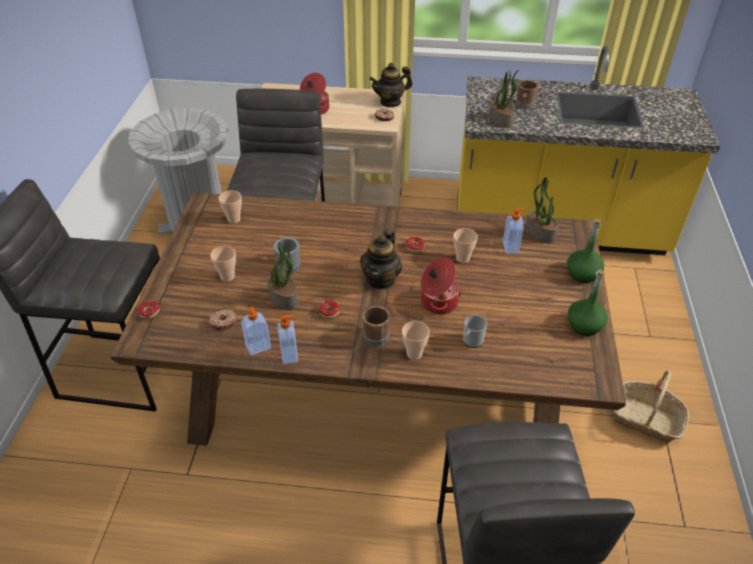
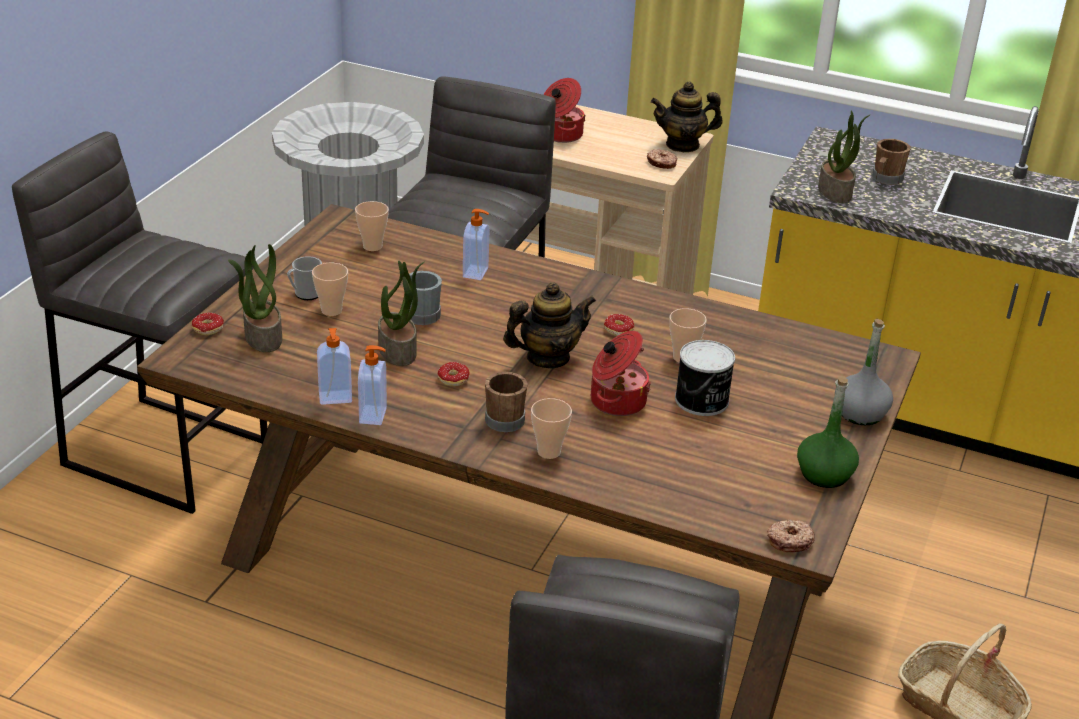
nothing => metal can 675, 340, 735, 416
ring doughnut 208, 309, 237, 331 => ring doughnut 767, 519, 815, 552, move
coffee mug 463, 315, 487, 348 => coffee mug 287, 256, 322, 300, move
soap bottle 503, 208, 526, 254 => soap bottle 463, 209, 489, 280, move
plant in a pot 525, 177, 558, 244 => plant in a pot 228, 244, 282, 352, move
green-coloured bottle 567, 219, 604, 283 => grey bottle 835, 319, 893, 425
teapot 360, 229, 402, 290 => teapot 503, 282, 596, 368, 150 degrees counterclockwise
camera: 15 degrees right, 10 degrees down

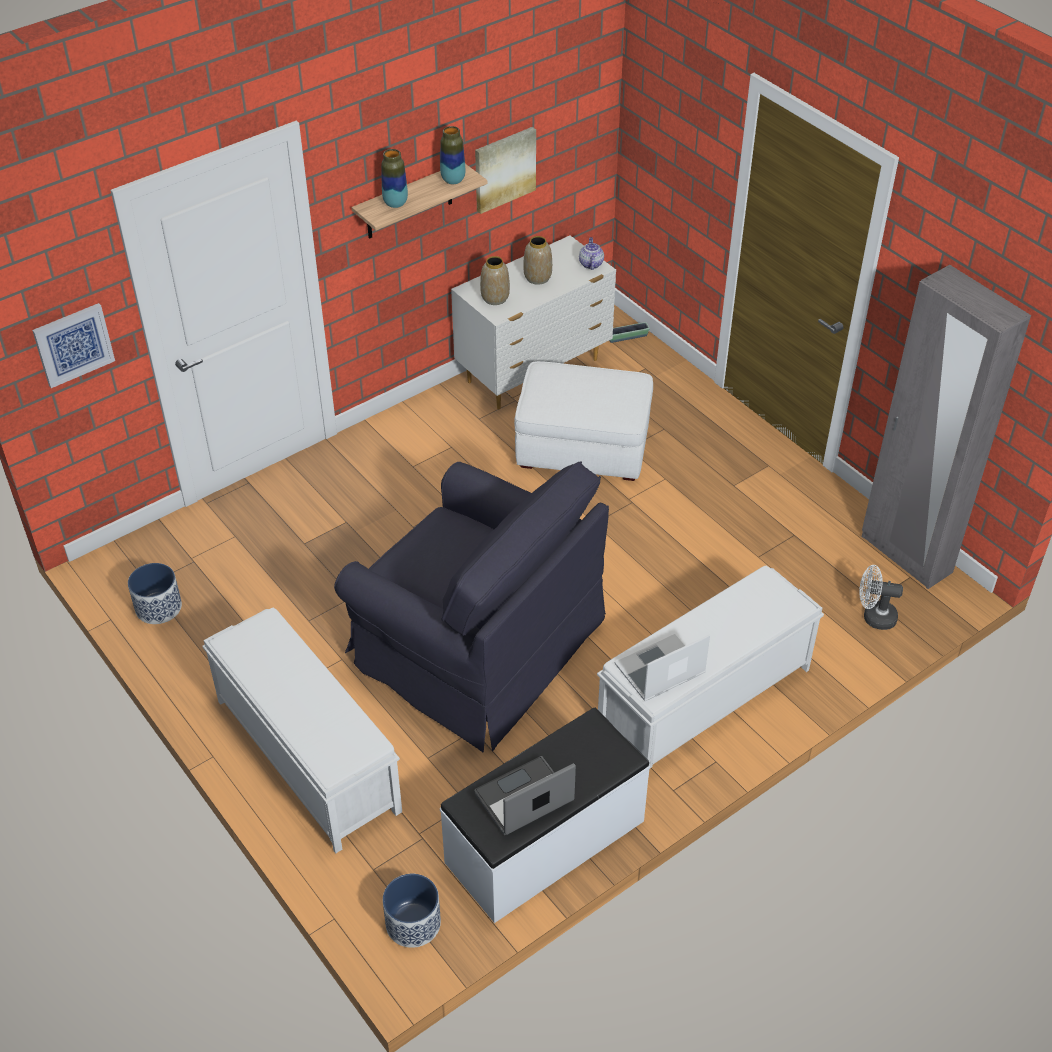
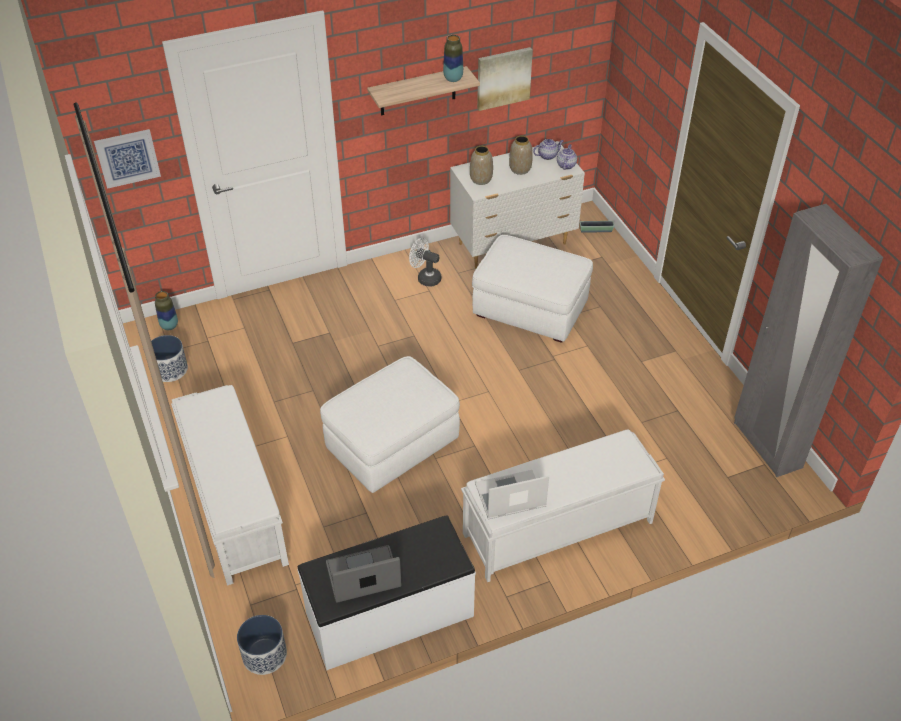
nothing => teapot 533, 139, 564, 160
decorative vase 381, 149, 408, 208 => decorative vase 155, 291, 178, 330, move
white cooling fan 859, 565, 903, 630 => white cooling fan 409, 238, 441, 287, move
blackish lounge chair 334, 461, 609, 752 => white footrest 320, 356, 460, 493
camera: 15 degrees right, 0 degrees up

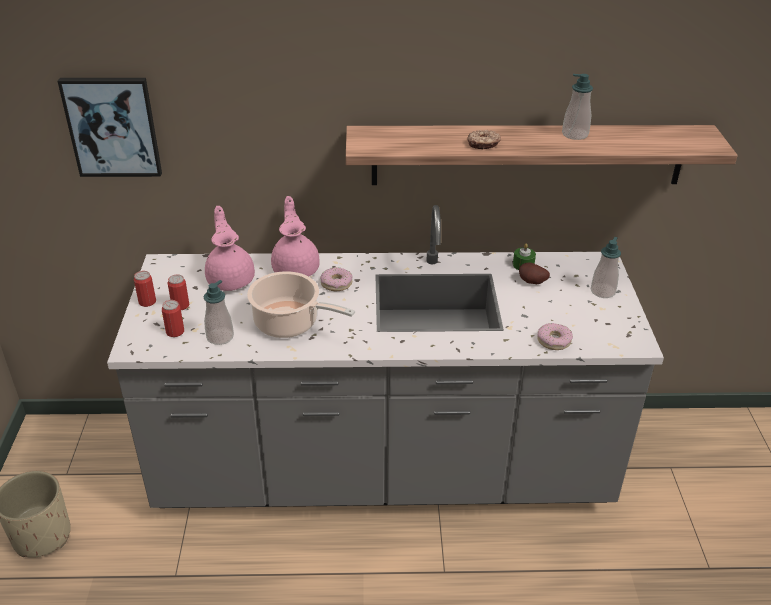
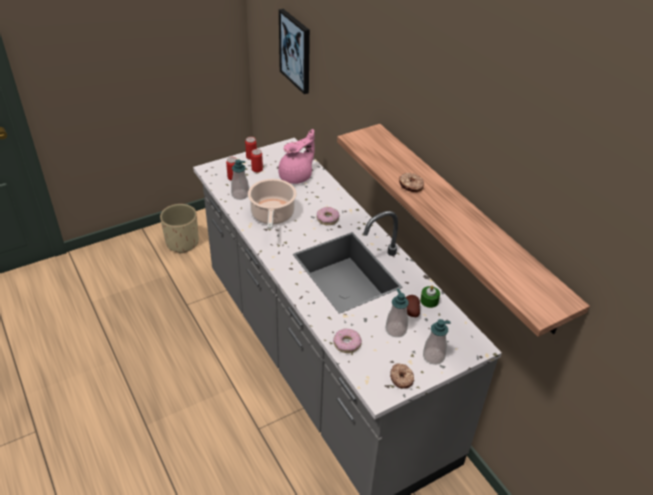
pinkish teapot 271, 196, 320, 276 => nothing
nothing => ring doughnut 390, 363, 414, 389
soap bottle 562, 74, 593, 140 => soap bottle 386, 289, 409, 337, move
camera: 60 degrees right, 5 degrees up

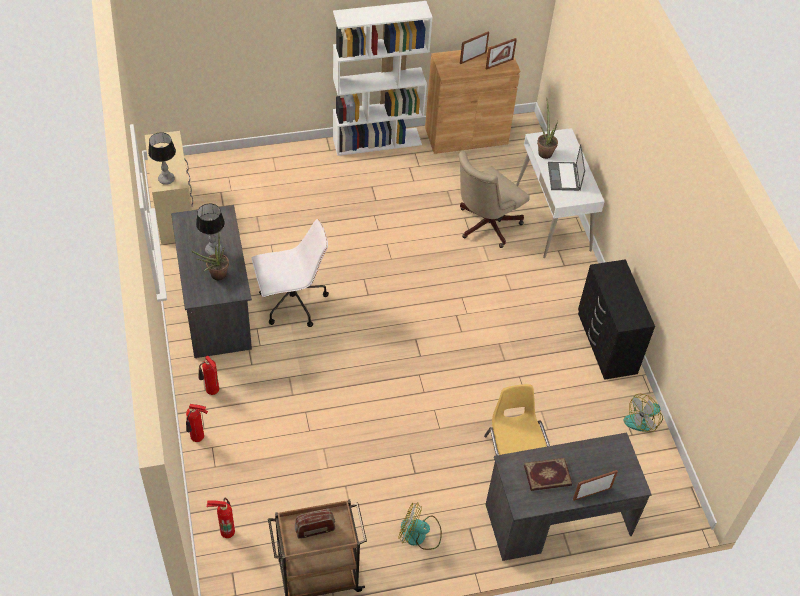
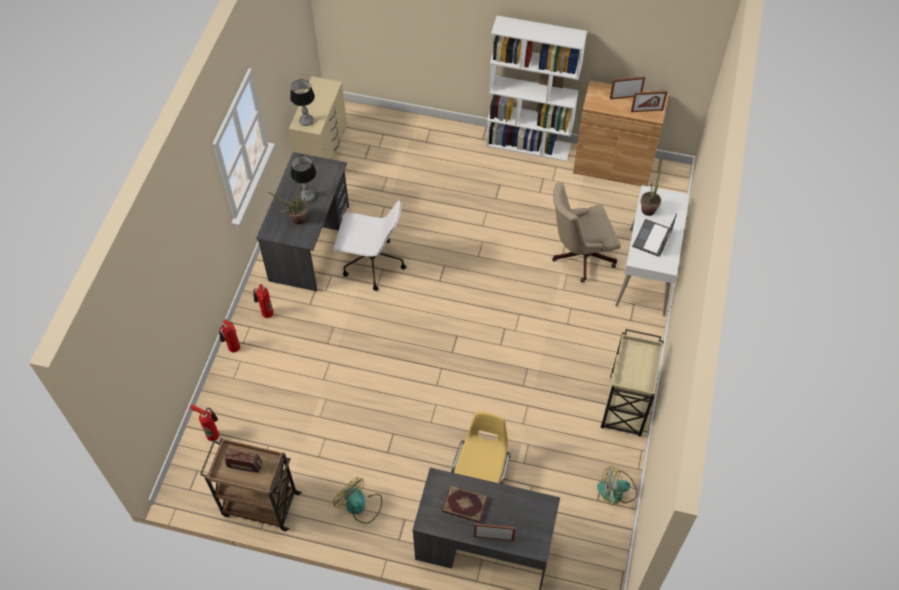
blackish drawer chest 578, 259, 655, 380 => beige-coloured trolley 601, 329, 664, 437
camera: 30 degrees right, 5 degrees up

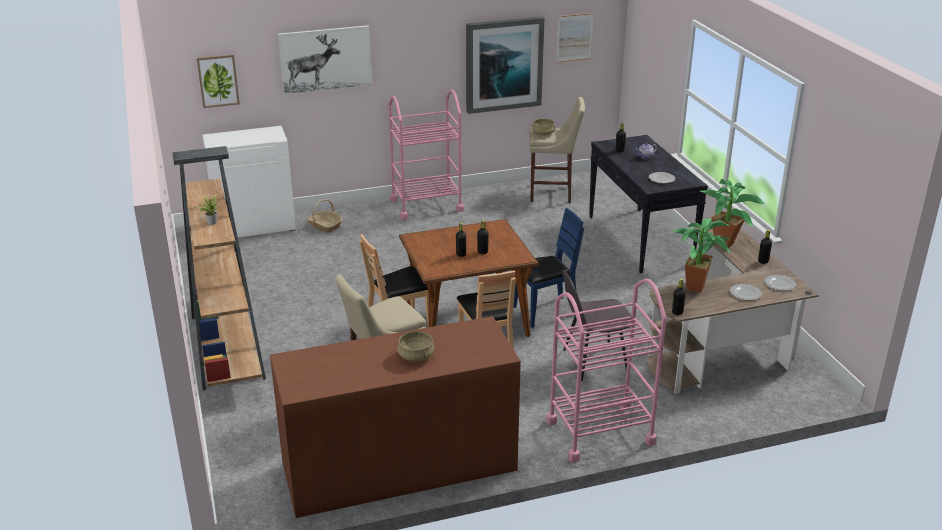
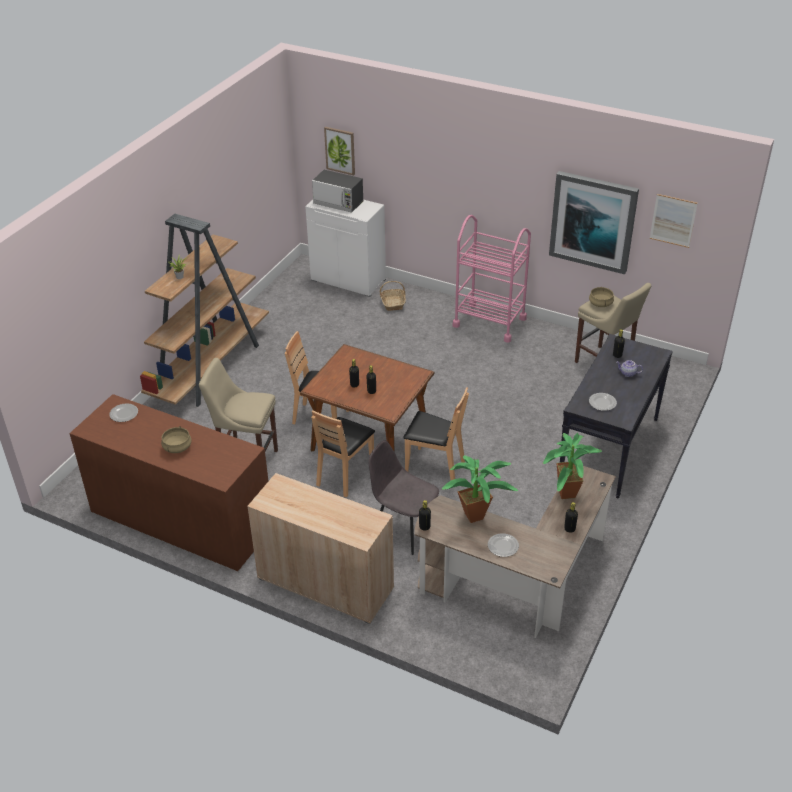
wall art 278, 25, 372, 94 => nothing
nothing => microwave oven 312, 170, 363, 213
flat dish 765, 275, 796, 291 => flat dish 109, 403, 138, 422, move
pinkish trolley 546, 279, 666, 462 => beige-coloured cupboard 247, 473, 394, 624
bluish upright chair 513, 208, 584, 328 => brown-coloured upright chair 403, 387, 469, 480
camera: 45 degrees right, 10 degrees up

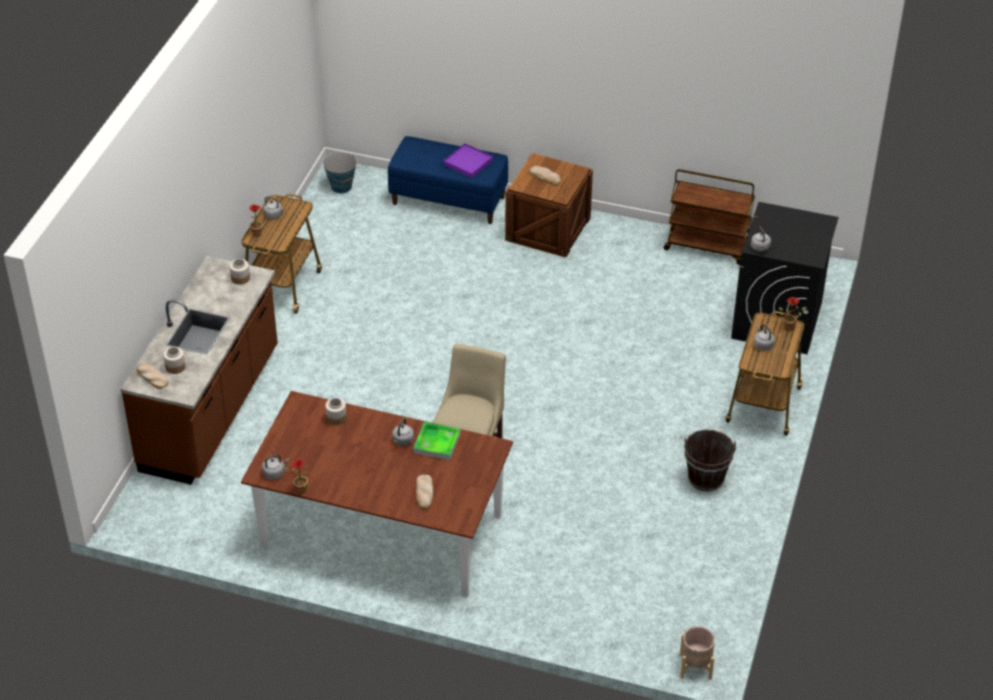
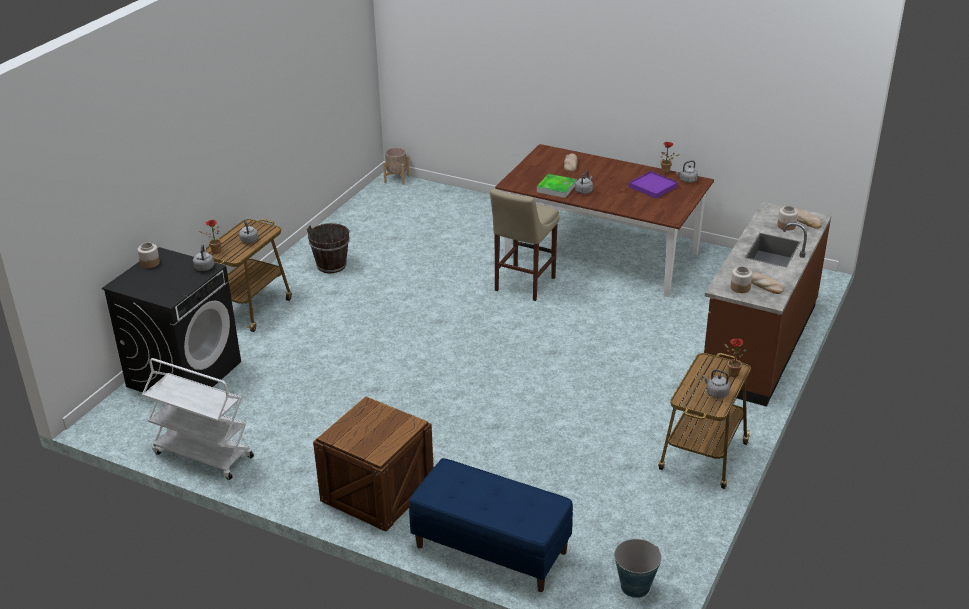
storage jar 325, 398, 347, 425 => storage jar 137, 243, 160, 268, move
purple serving tray 444, 143, 493, 178 => purple serving tray 629, 171, 678, 199, move
bread 529, 166, 561, 185 => bread 751, 272, 784, 294, move
brown-coloured trolley 664, 169, 755, 265 => white trolley 142, 358, 254, 480
camera: 170 degrees left, 10 degrees down

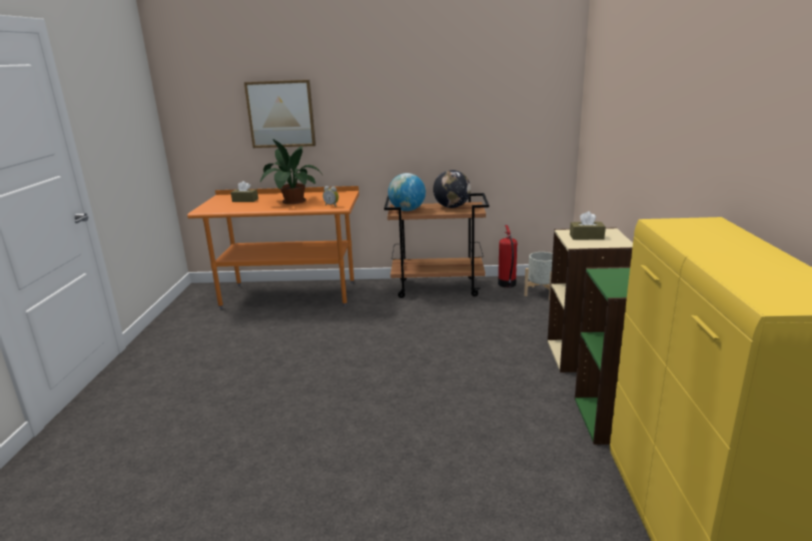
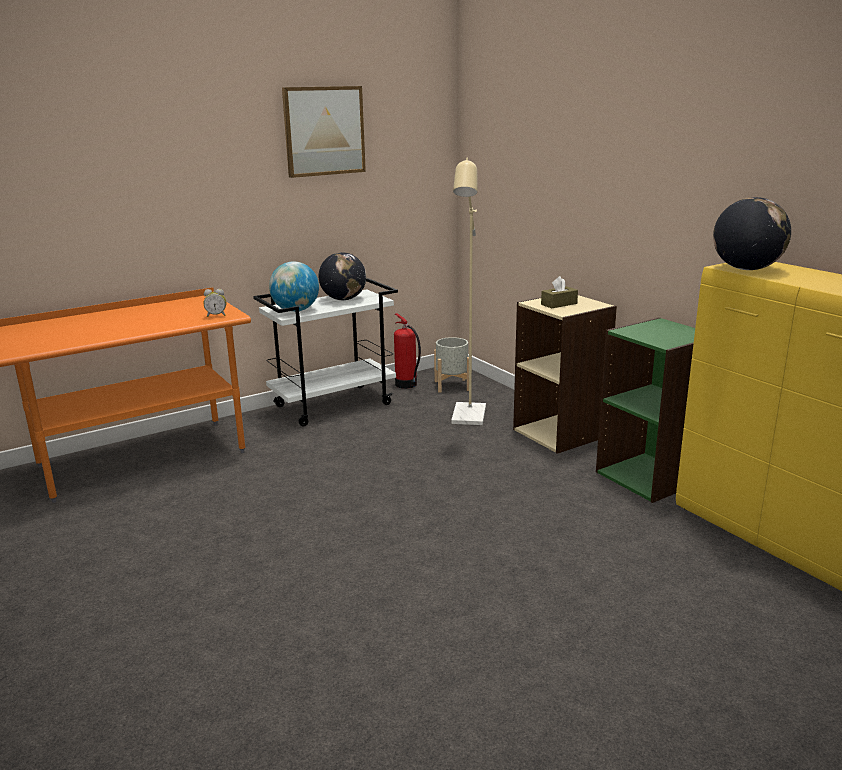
brown-coloured box of tissues 231, 181, 258, 202 => nothing
plant in a pot 260, 139, 322, 204 => nothing
nothing => beige-coloured standard lamp 451, 158, 486, 425
nothing => globe 713, 197, 791, 270
wall art 244, 80, 316, 148 => wall art 282, 86, 366, 178, move
brown-coloured trolley 384, 193, 489, 298 => white trolley 253, 278, 398, 426
camera: 35 degrees left, 0 degrees up

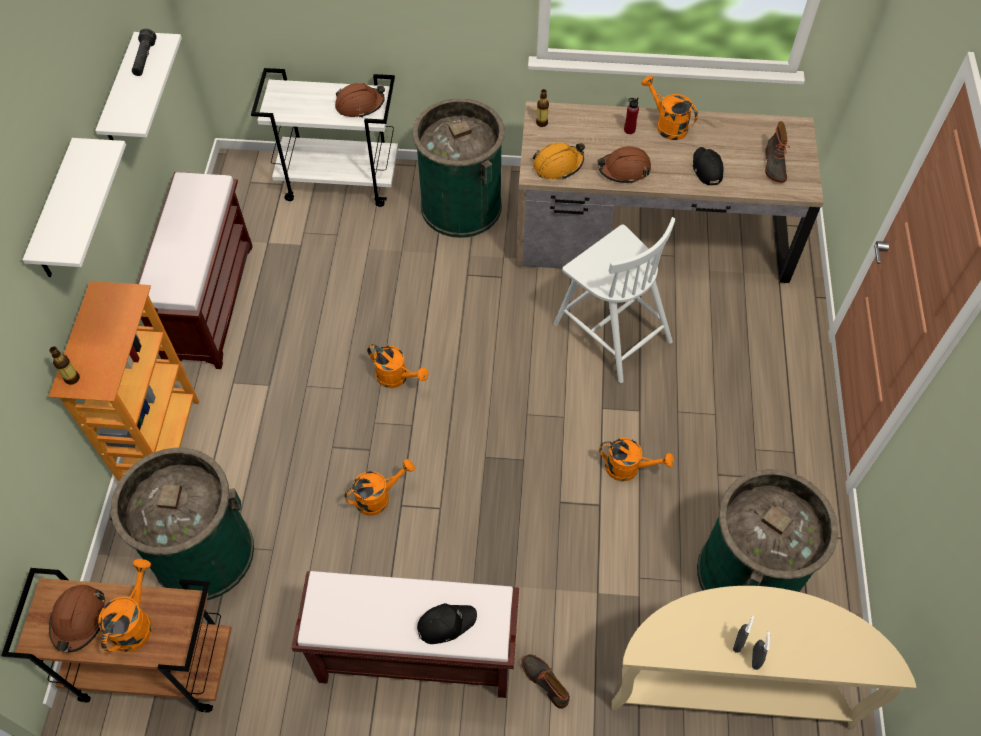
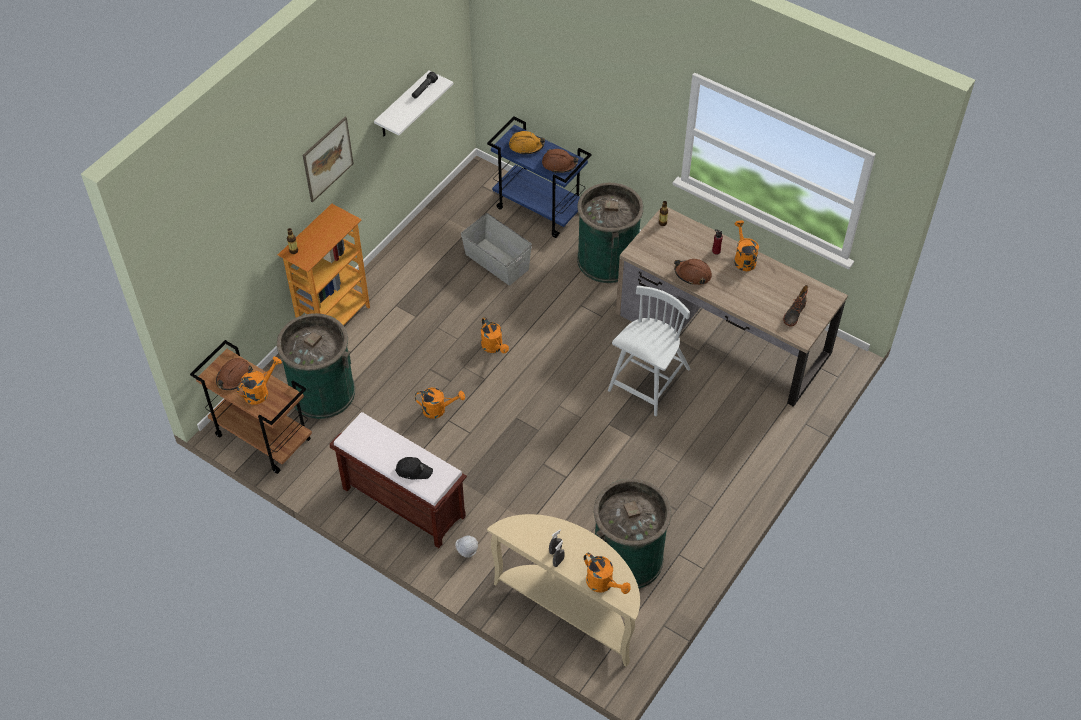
brown-coloured long seat 138, 172, 253, 369 => nothing
blackish baseball cap 693, 147, 723, 185 => nothing
nothing => grey storage bin 461, 213, 532, 286
orange-coloured safety helmet 533, 143, 585, 179 => orange-coloured safety helmet 509, 131, 545, 155, move
orange-coloured watering can 599, 438, 674, 481 => orange-coloured watering can 583, 553, 631, 594, move
white bracket shelf 23, 138, 126, 277 => wall art 303, 117, 354, 202
boot 521, 654, 570, 709 => white safety helmet 455, 536, 478, 558
white trolley 251, 68, 398, 207 => bluish trolley 487, 117, 591, 238
white upright chair 553, 217, 675, 383 => white upright chair 608, 286, 690, 416, 135 degrees counterclockwise
camera: 30 degrees right, 5 degrees down

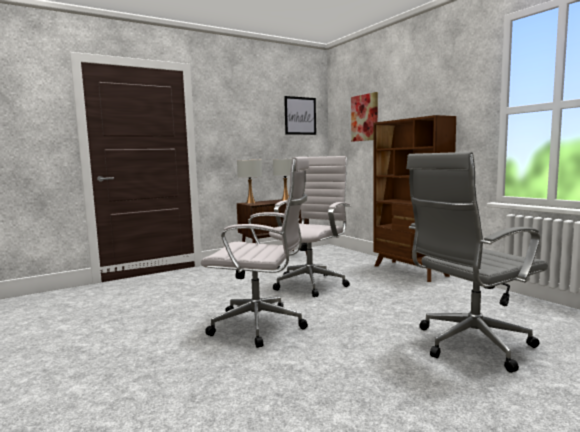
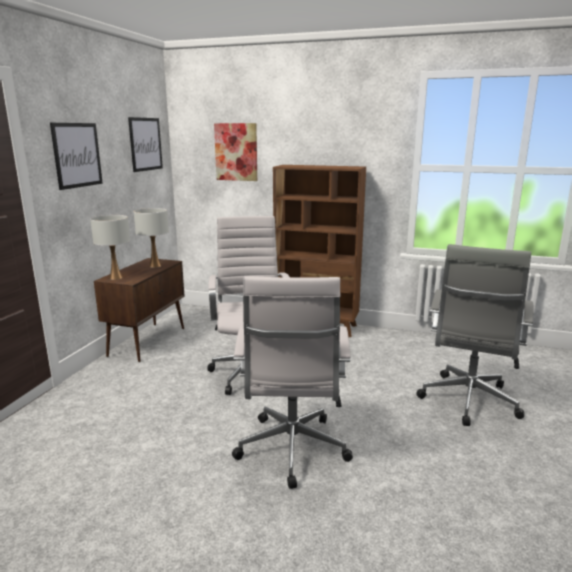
nothing => wall art 50, 123, 103, 190
white desk chair 201, 157, 310, 348 => white desk chair 232, 276, 353, 489, 120 degrees clockwise
camera: 40 degrees left, 10 degrees up

